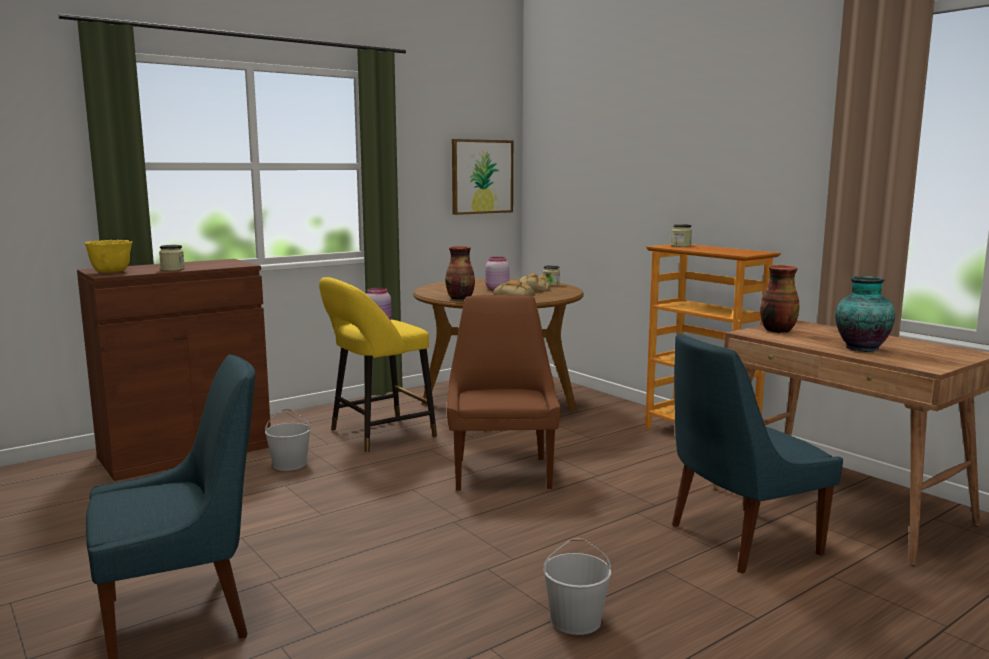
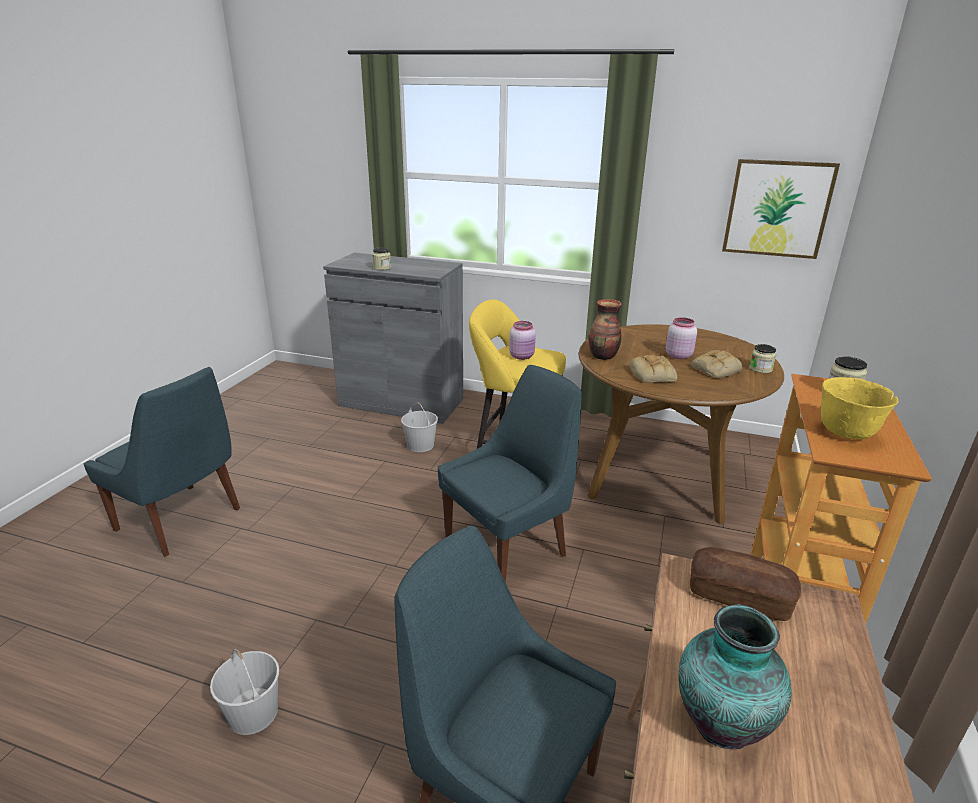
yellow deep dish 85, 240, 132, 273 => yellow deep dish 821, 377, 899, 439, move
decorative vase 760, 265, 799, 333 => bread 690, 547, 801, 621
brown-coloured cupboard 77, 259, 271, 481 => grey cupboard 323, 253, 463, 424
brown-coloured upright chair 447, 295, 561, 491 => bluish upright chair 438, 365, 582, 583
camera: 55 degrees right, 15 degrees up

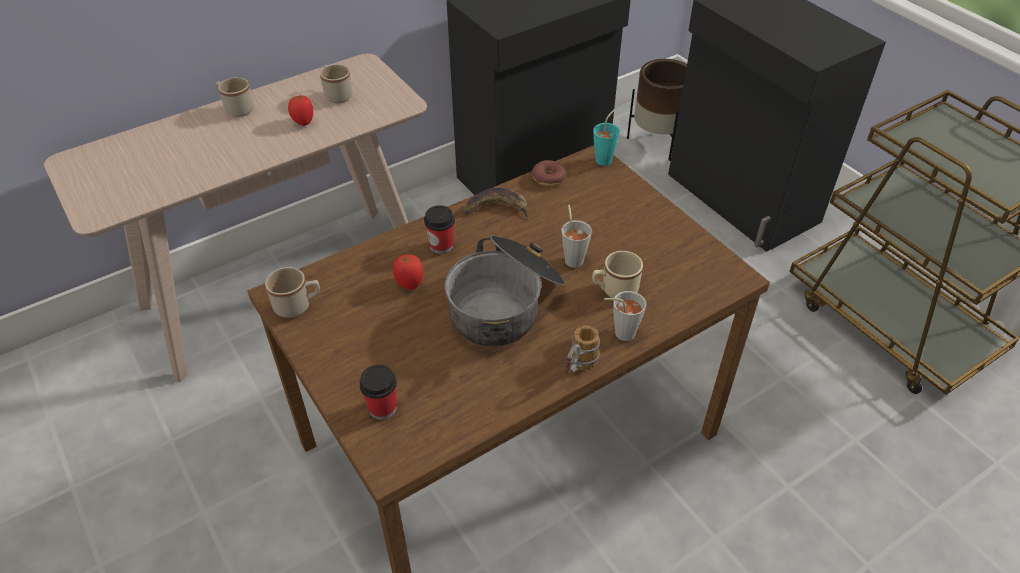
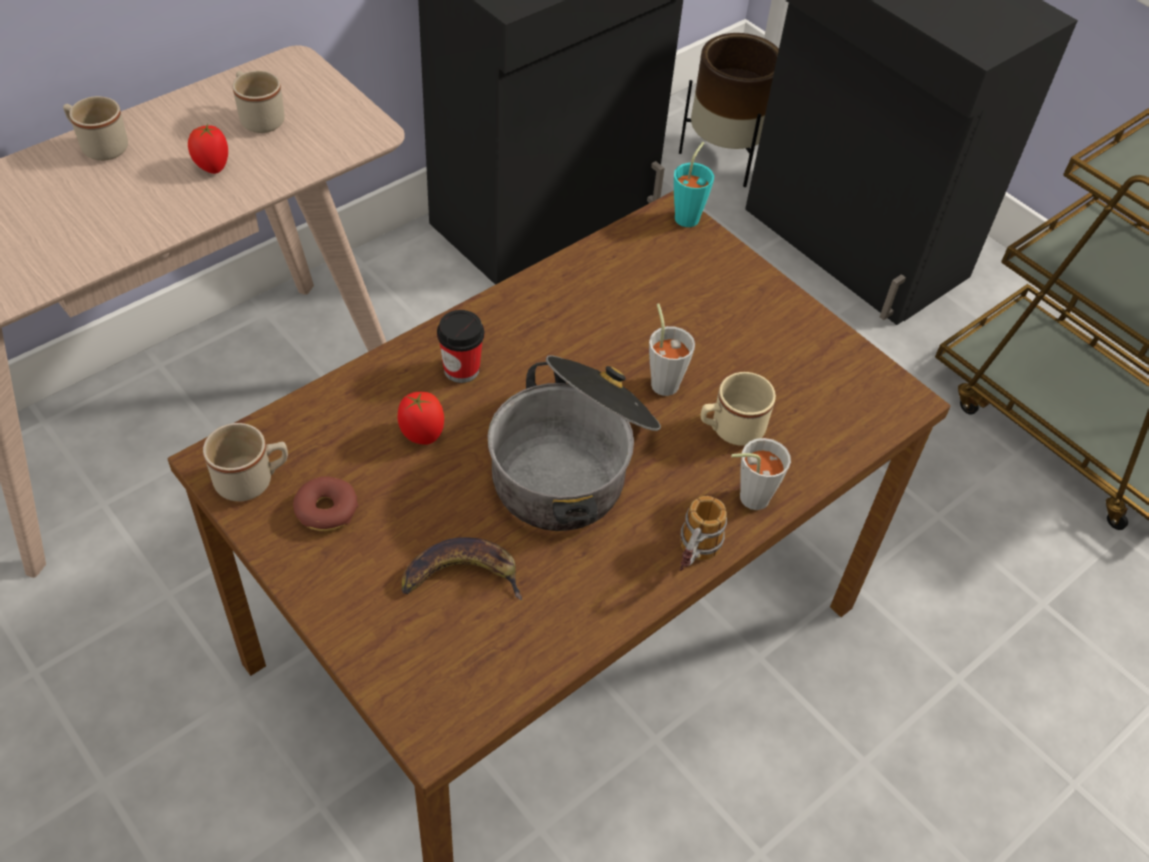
small cup 359, 364, 397, 420 => nothing
banana 464, 188, 529, 221 => banana 402, 537, 522, 600, move
ring doughnut 532, 160, 566, 186 => ring doughnut 293, 476, 358, 531, move
camera: 10 degrees left, 5 degrees up

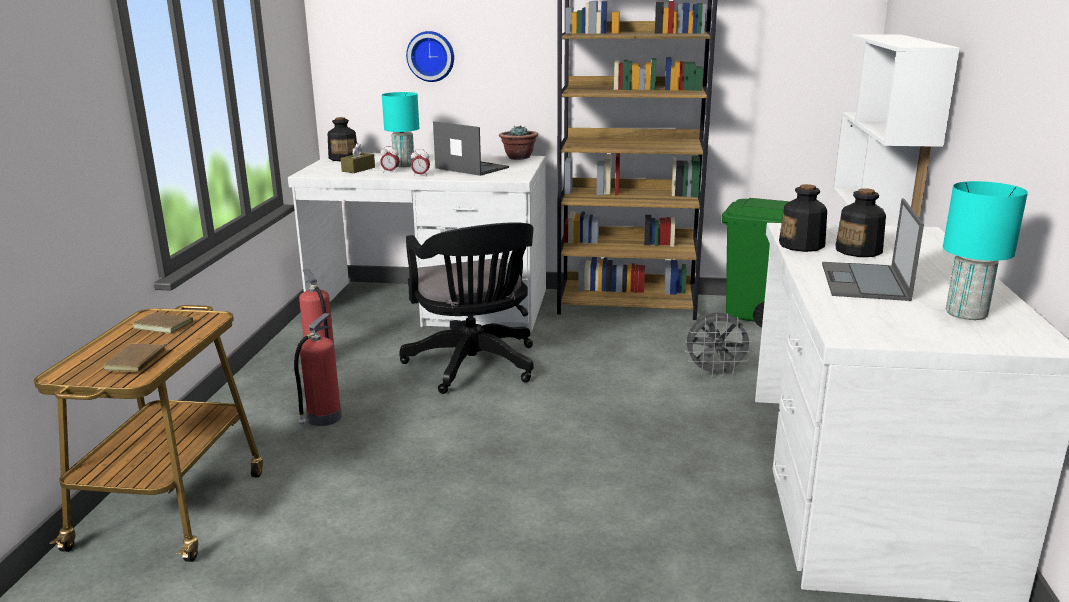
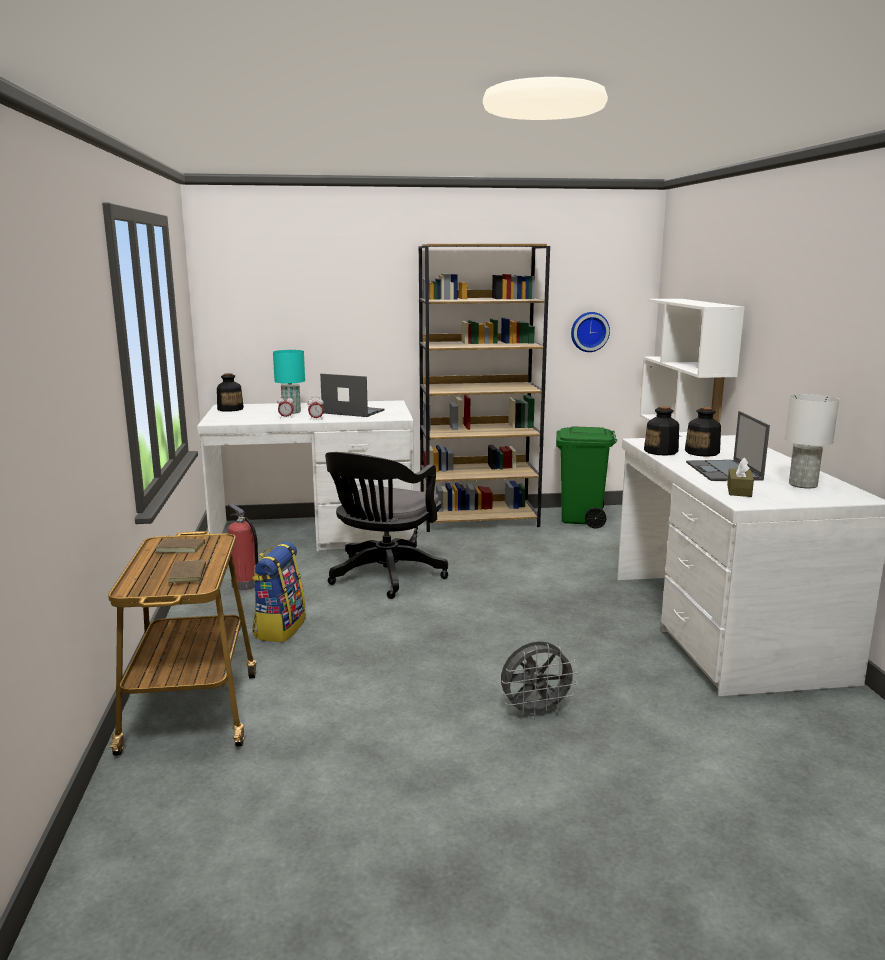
plant in a pot 499, 125, 538, 160 => nothing
brown-coloured box of tissues 341, 143, 375, 173 => brown-coloured box of tissues 727, 458, 754, 497, move
clock on the wall 406, 31, 454, 82 => clock on the wall 571, 312, 610, 352, move
grey cooling fan 685, 313, 754, 377 => grey cooling fan 501, 641, 578, 719, move
fire-fighting cylinder 294, 313, 342, 429 => rucksack 252, 542, 305, 642
turquoise-coloured tabletop lamp 943, 181, 1028, 320 => white tabletop lamp 785, 394, 839, 488
blackish desk chair 399, 222, 534, 394 => blackish desk chair 325, 452, 448, 599, 60 degrees clockwise
camera: 15 degrees left, 5 degrees down

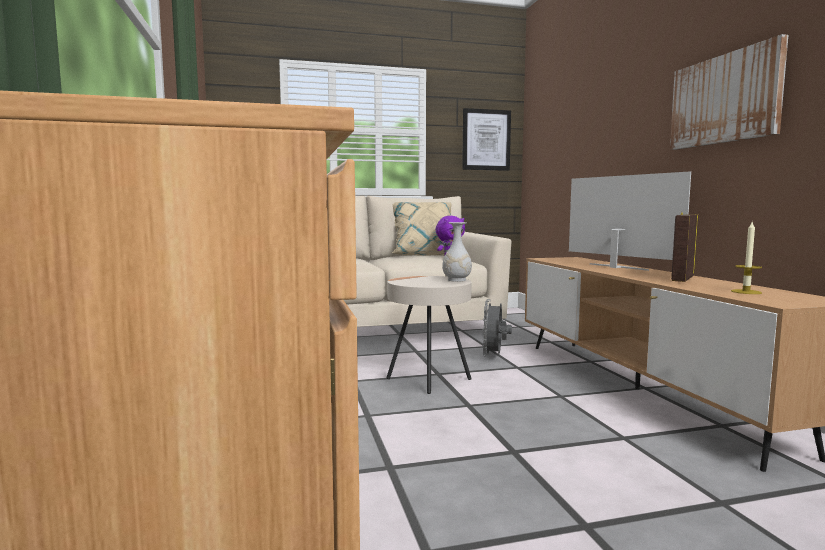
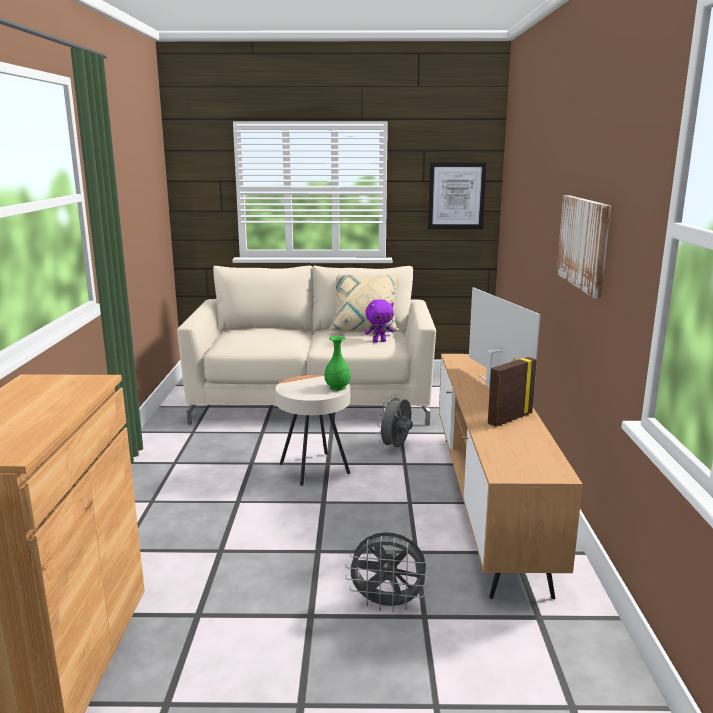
candle 731, 222, 762, 294 => nothing
nothing => grey cooling fan 345, 532, 430, 612
white decorative vase 442, 222, 472, 282 => green-coloured decorative vase 324, 336, 351, 391
camera: 15 degrees right, 10 degrees up

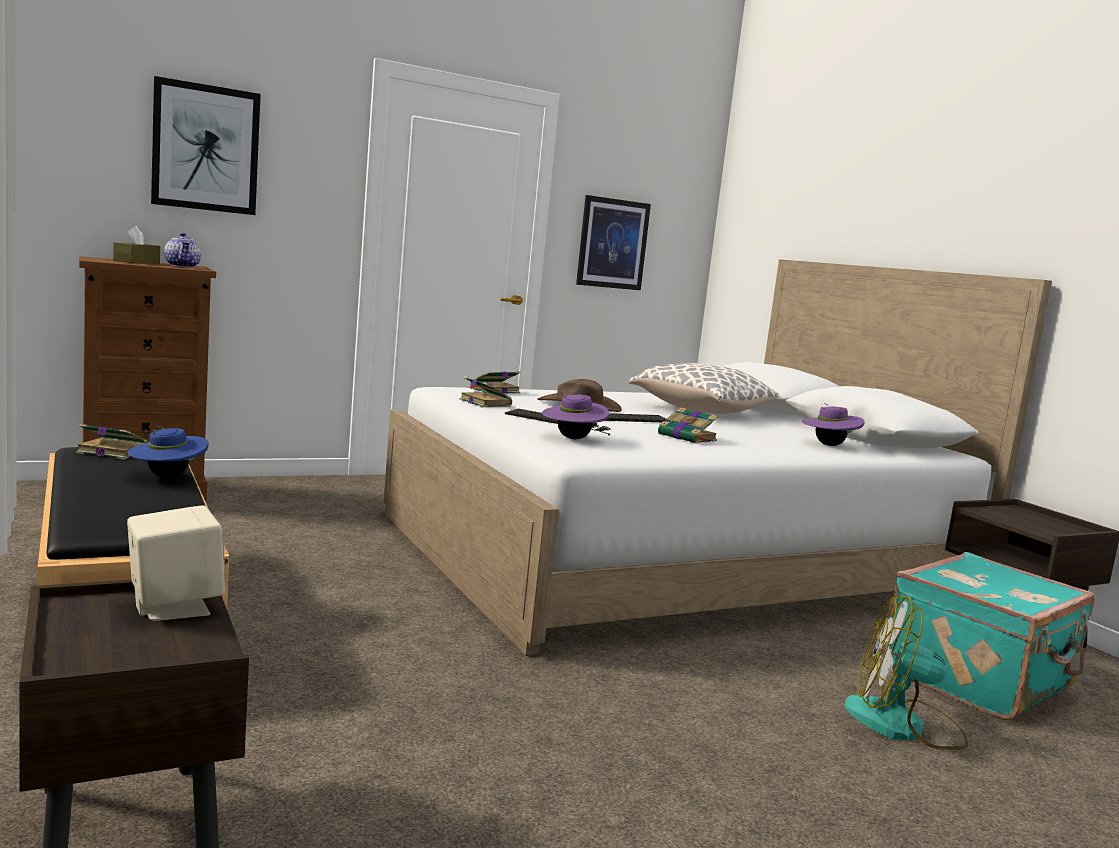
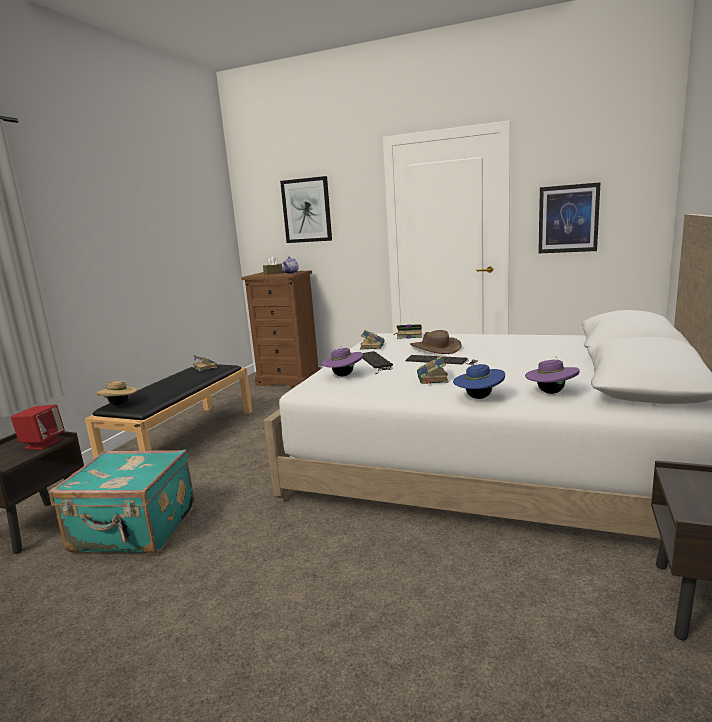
pillow 628, 363, 779, 414 => nothing
cooling fan 845, 596, 968, 750 => nothing
nothing => beige-coloured wearable hat 96, 381, 137, 406
bluish wearable hat 128, 425, 208, 478 => bluish wearable hat 453, 362, 505, 399, move
turquoise-coloured travel case 889, 552, 1095, 720 => turquoise-coloured travel case 49, 449, 195, 554, move
beige-coloured audio speaker 127, 505, 226, 621 => red audio speaker 11, 404, 65, 450
camera: 50 degrees right, 5 degrees up

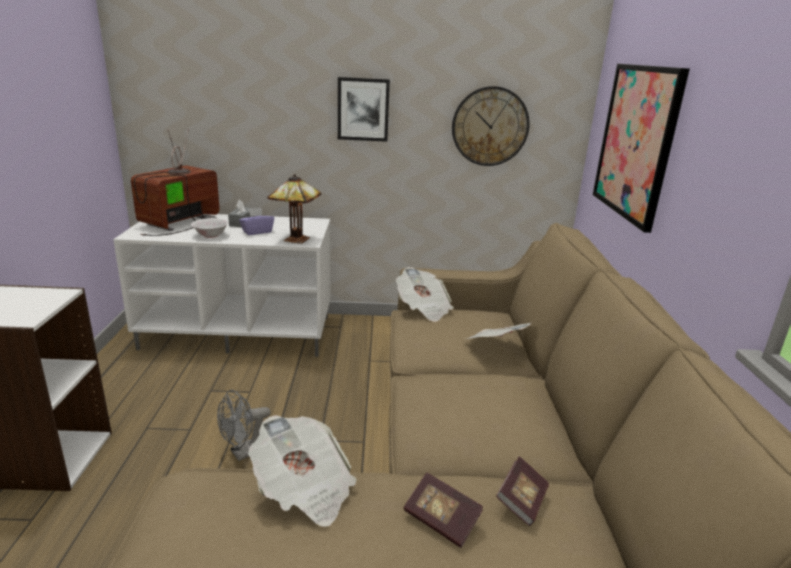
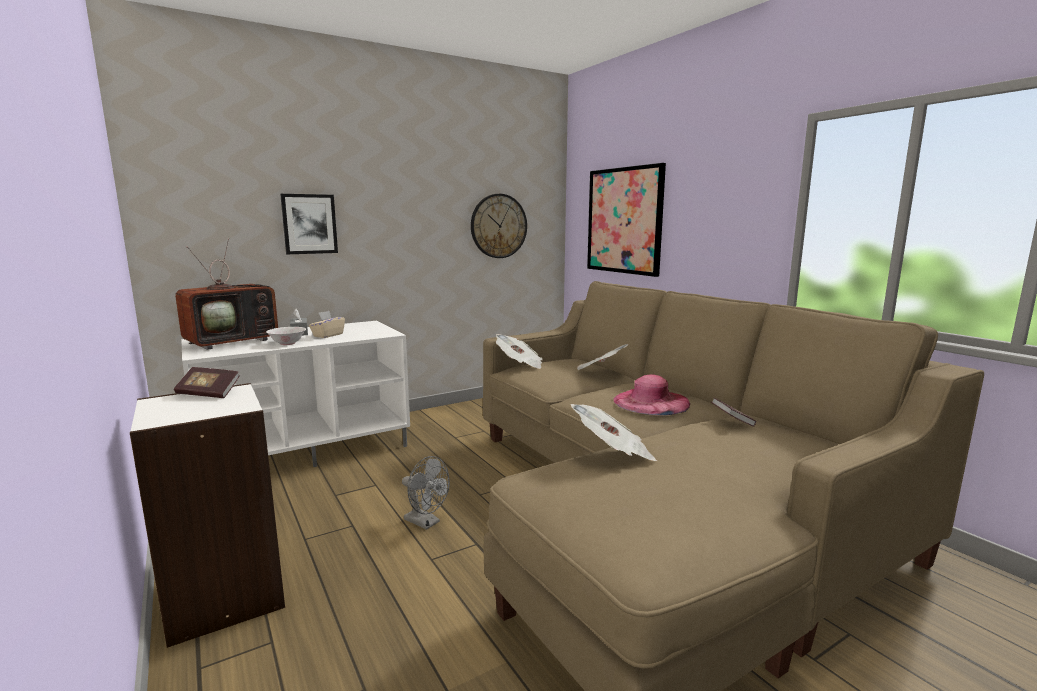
tabletop lamp 267, 174, 321, 244 => nothing
nothing => pinkish wearable hat 614, 374, 690, 415
wall art 338, 77, 390, 142 => wall art 280, 194, 338, 254, move
book 404, 473, 483, 548 => book 174, 367, 240, 398, move
purple box of tissues 239, 207, 274, 235 => beige-coloured box of tissues 309, 311, 345, 338
TV 131, 129, 220, 236 => TV 175, 238, 278, 350, 135 degrees counterclockwise
grey cooling fan 217, 390, 271, 461 => grey cooling fan 402, 456, 450, 530, 75 degrees counterclockwise
camera: 30 degrees left, 10 degrees down

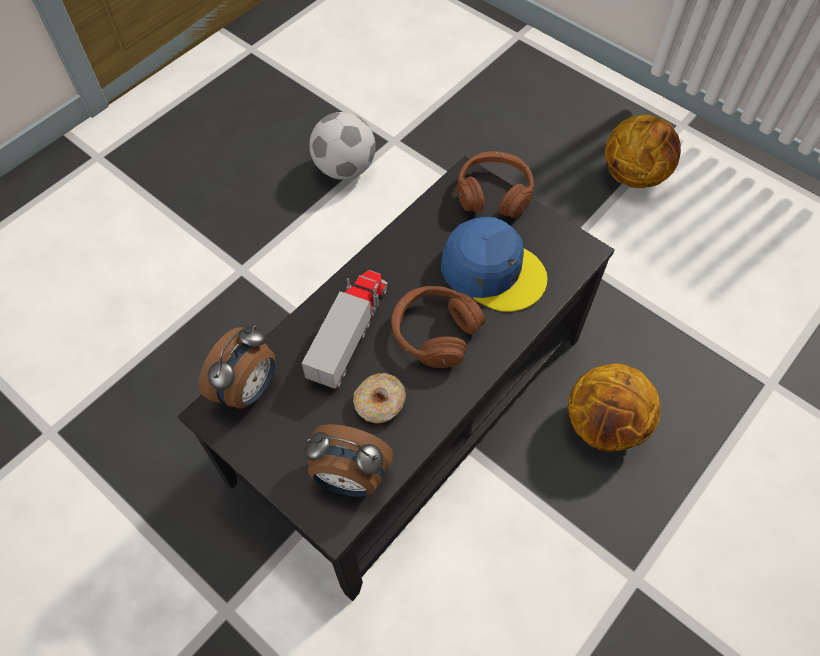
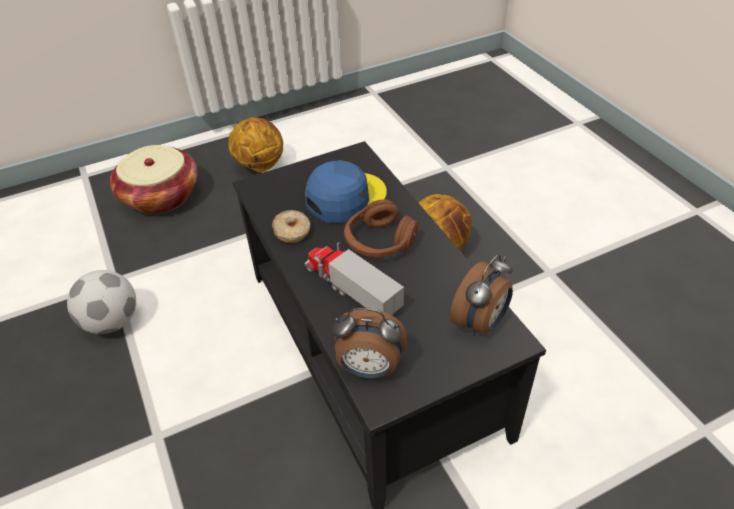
brown-coloured pair of headphones 457, 151, 534, 218 => nothing
nothing => household basket 110, 145, 197, 214
ring doughnut 353, 373, 406, 423 => ring doughnut 272, 210, 310, 243, move
table clock 198, 325, 275, 409 => table clock 332, 308, 407, 378, 135 degrees clockwise
camera: 65 degrees left, 15 degrees down

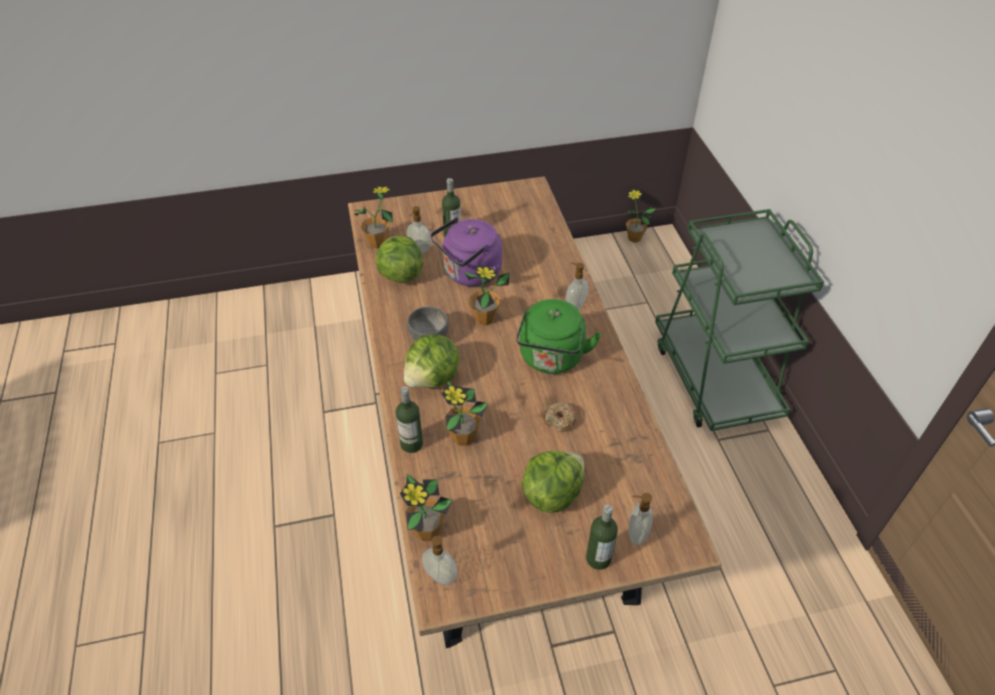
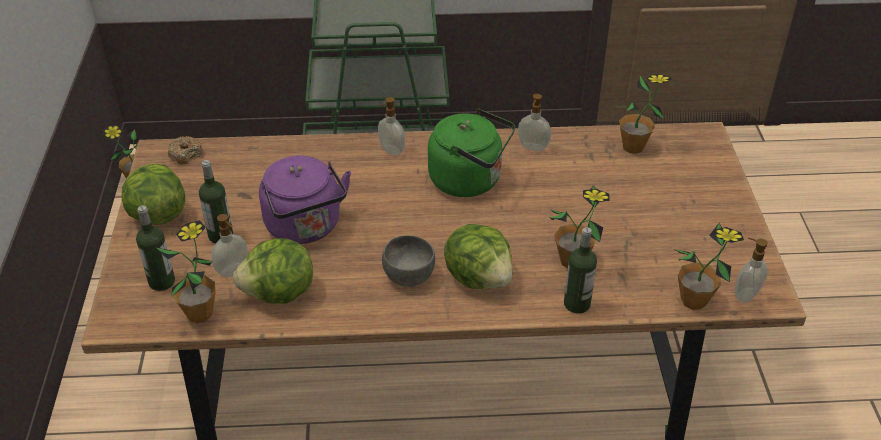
plant in a pot 463, 266, 510, 325 => plant in a pot 619, 74, 672, 154, move
lettuce head 522, 450, 584, 513 => lettuce head 122, 164, 185, 225, move
ring doughnut 544, 402, 577, 432 => ring doughnut 168, 136, 202, 165, move
bottle 586, 504, 618, 570 => bottle 136, 205, 175, 291, move
soap bottle 629, 493, 652, 545 => soap bottle 518, 94, 551, 151, move
camera: 80 degrees left, 5 degrees down

